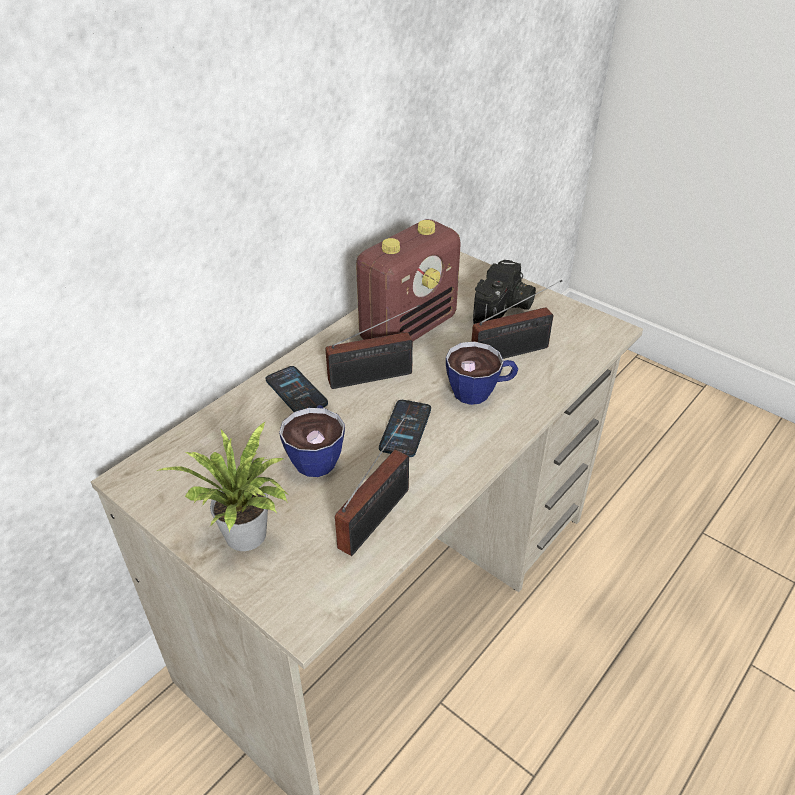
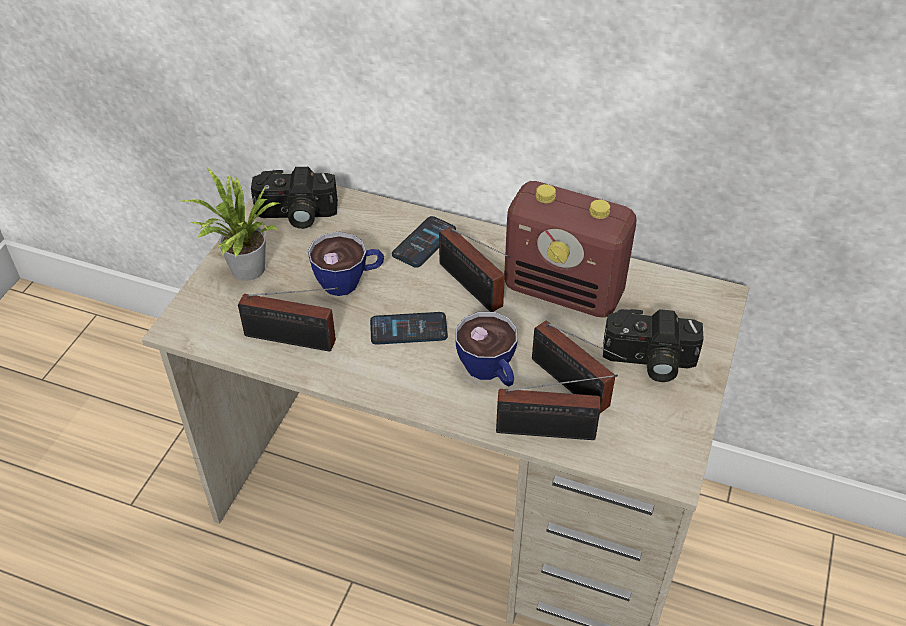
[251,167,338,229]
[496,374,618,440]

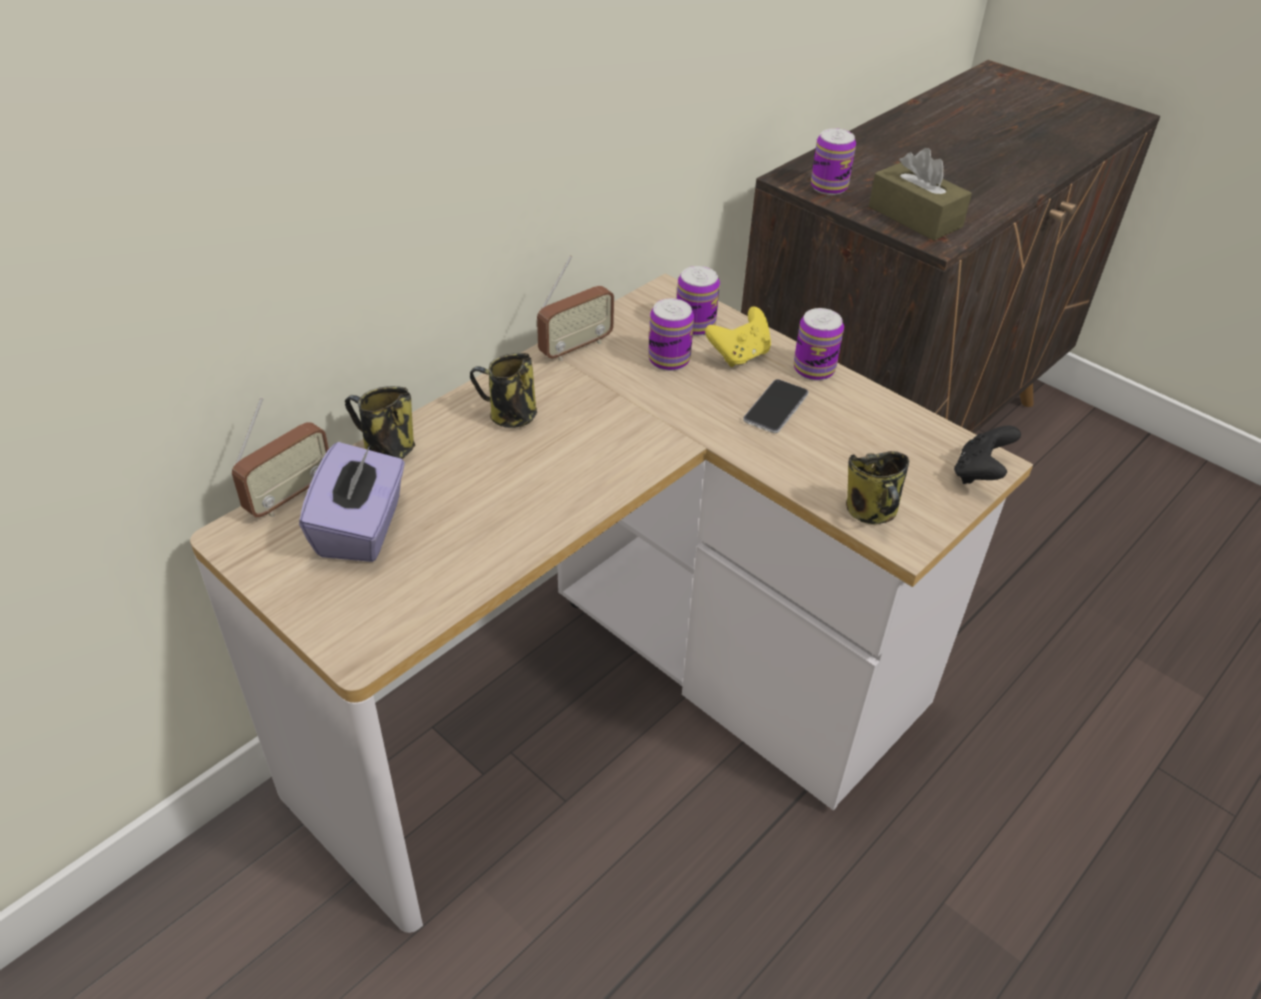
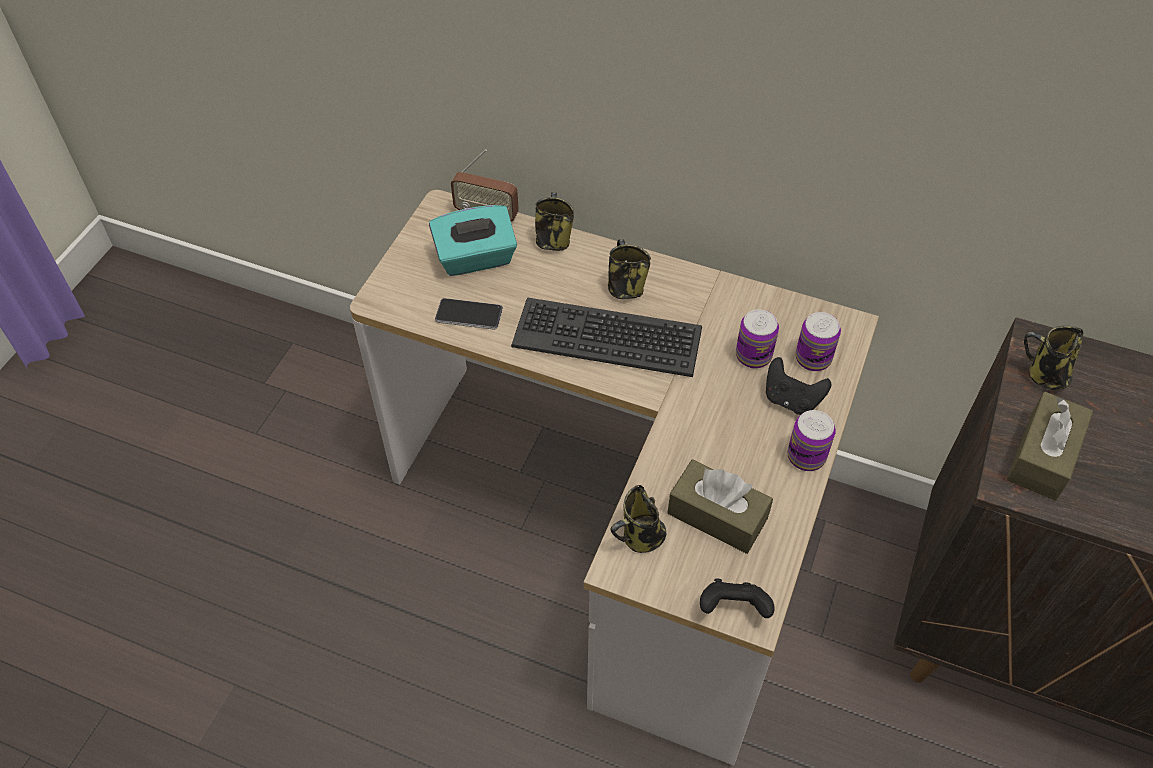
[429,205,517,276]
[537,256,614,361] (first image)
[766,357,831,415]
[435,298,503,330]
[1024,326,1083,390]
[511,297,702,377]
[668,459,773,554]

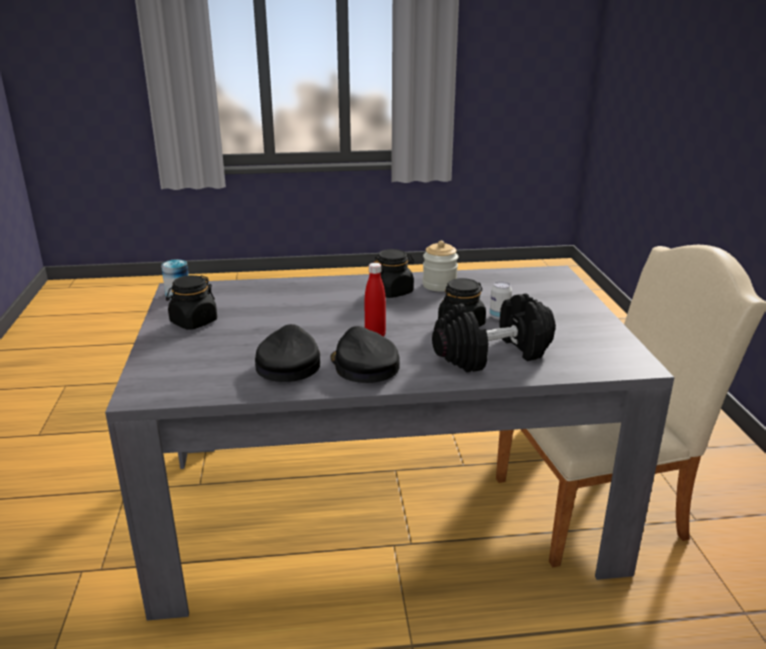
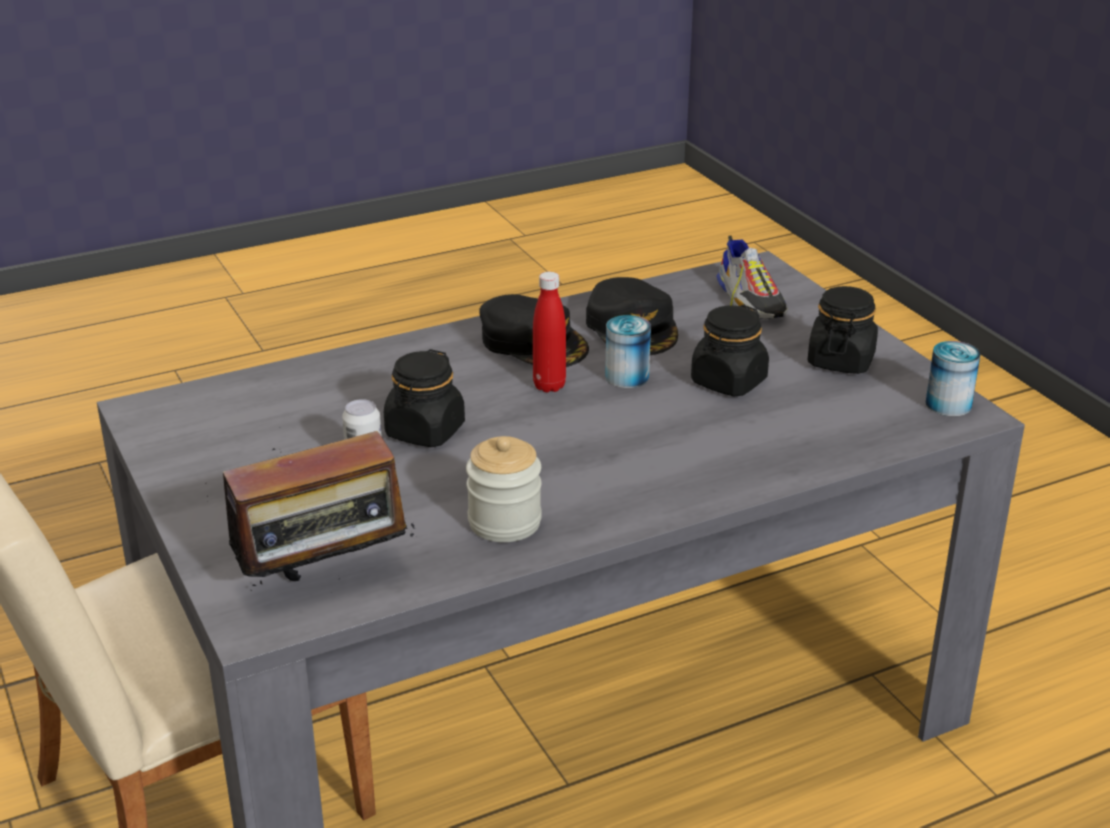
[691,305,769,396]
[432,294,556,373] (first image)
[205,427,417,593]
[605,315,651,388]
[716,236,788,319]

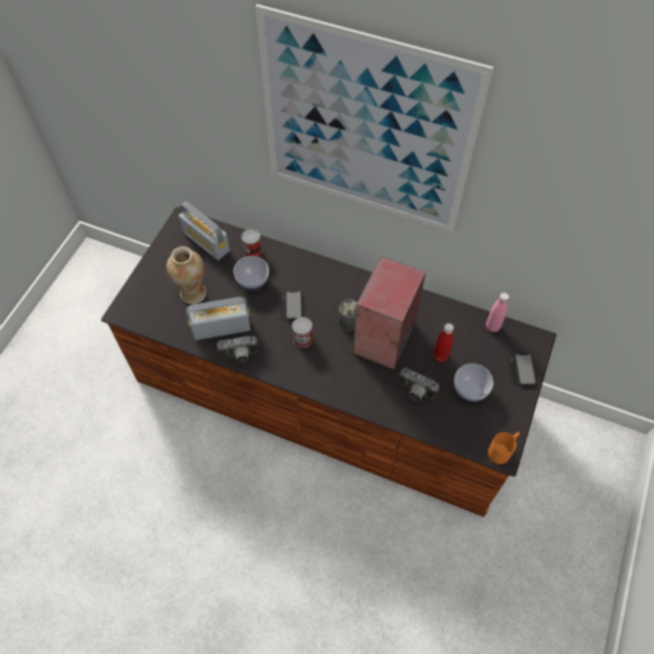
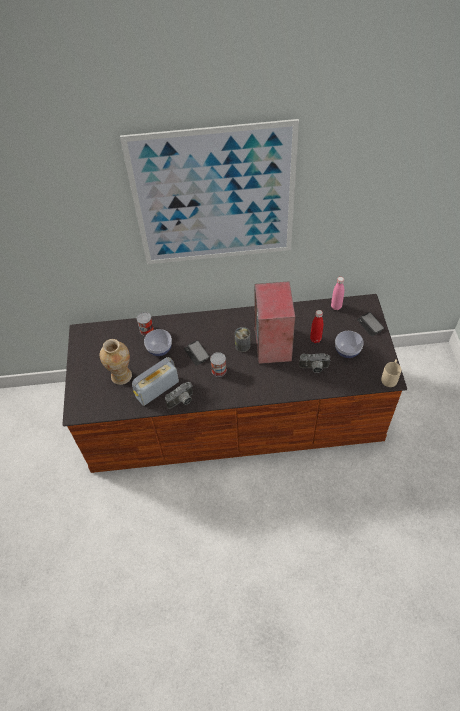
[179,201,230,260] (first image)
[381,359,401,387]

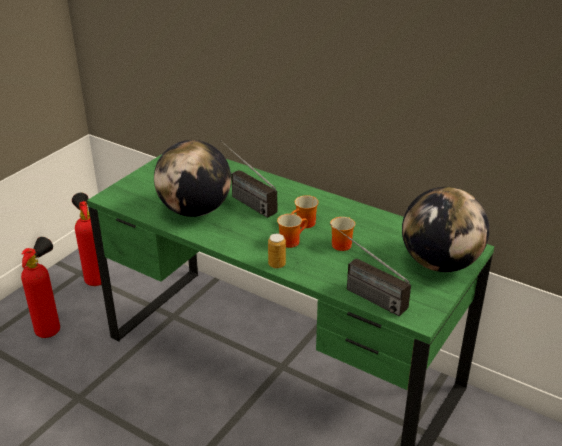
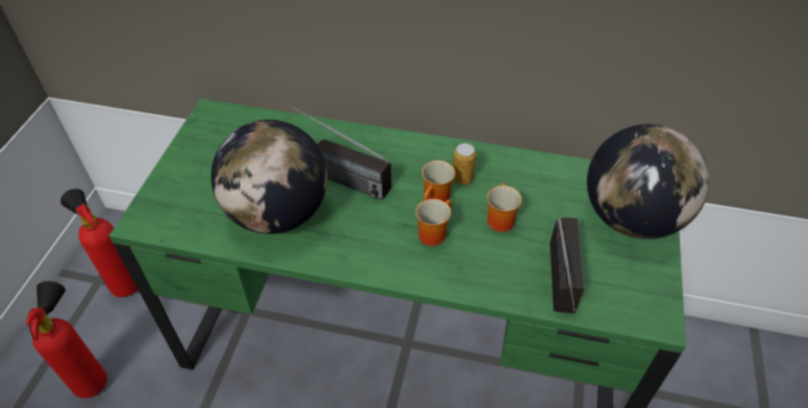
[453,143,476,185]
[550,217,584,313]

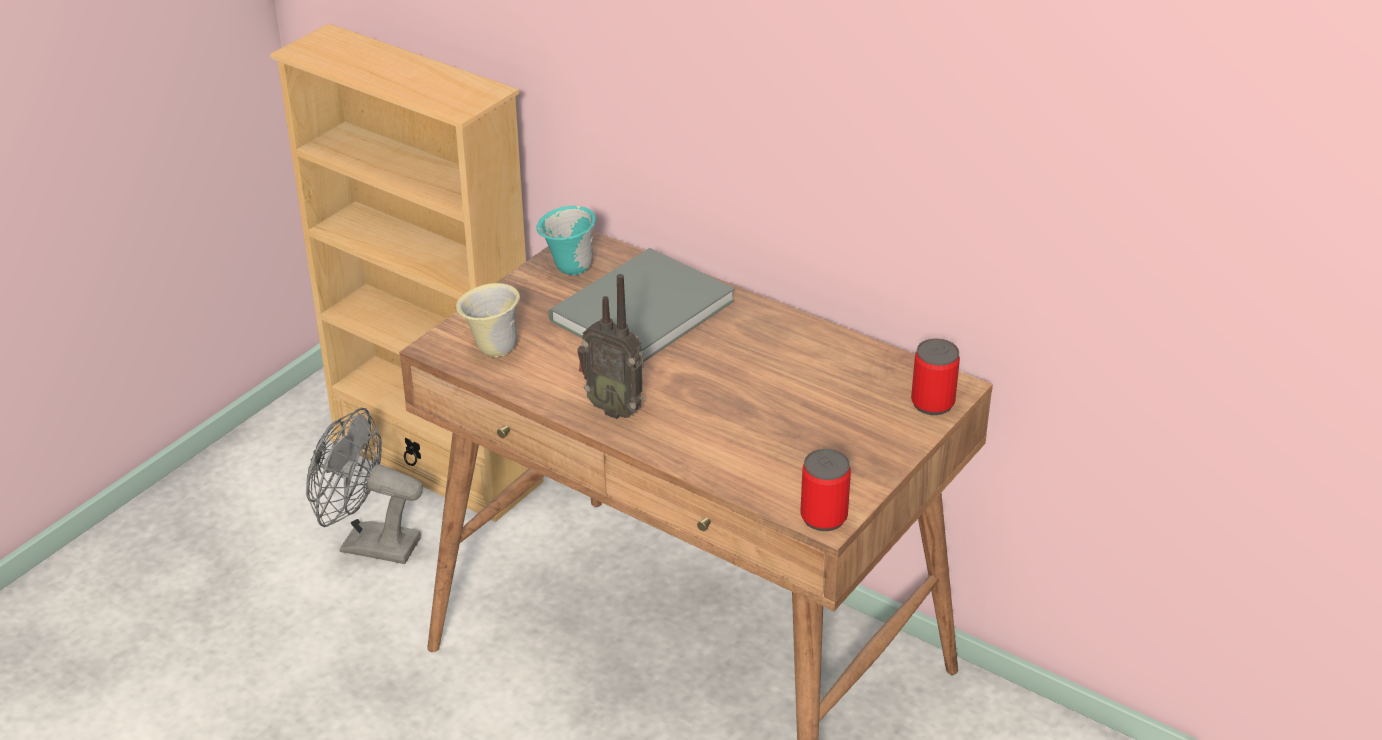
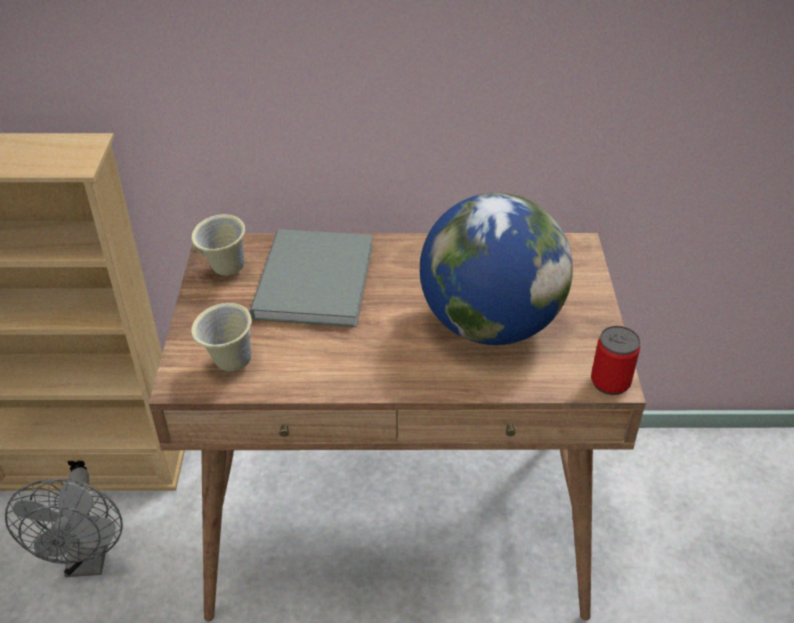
[5,467,123,577]
[191,214,245,276]
[577,274,644,419] (first image)
[911,339,960,415] (first image)
[420,193,573,345]

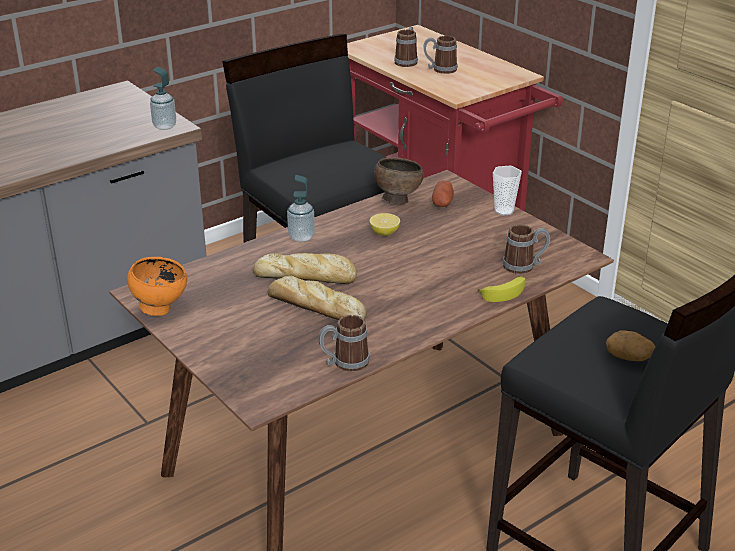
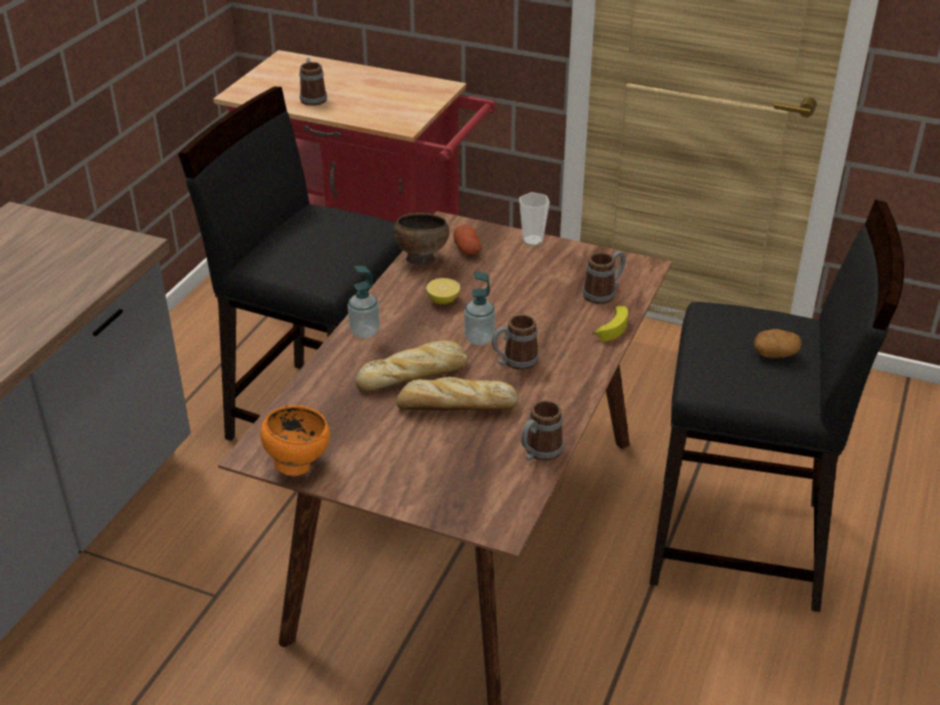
[464,271,495,345]
[492,314,539,370]

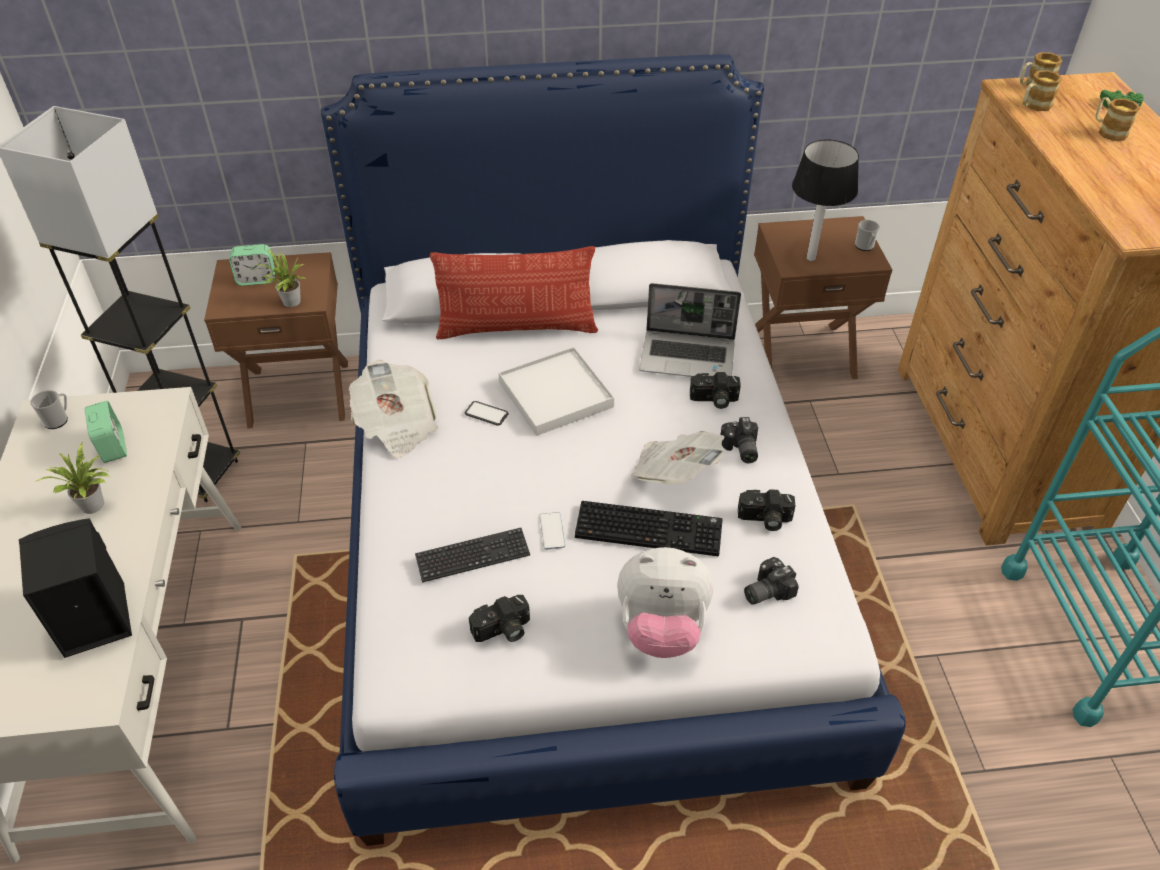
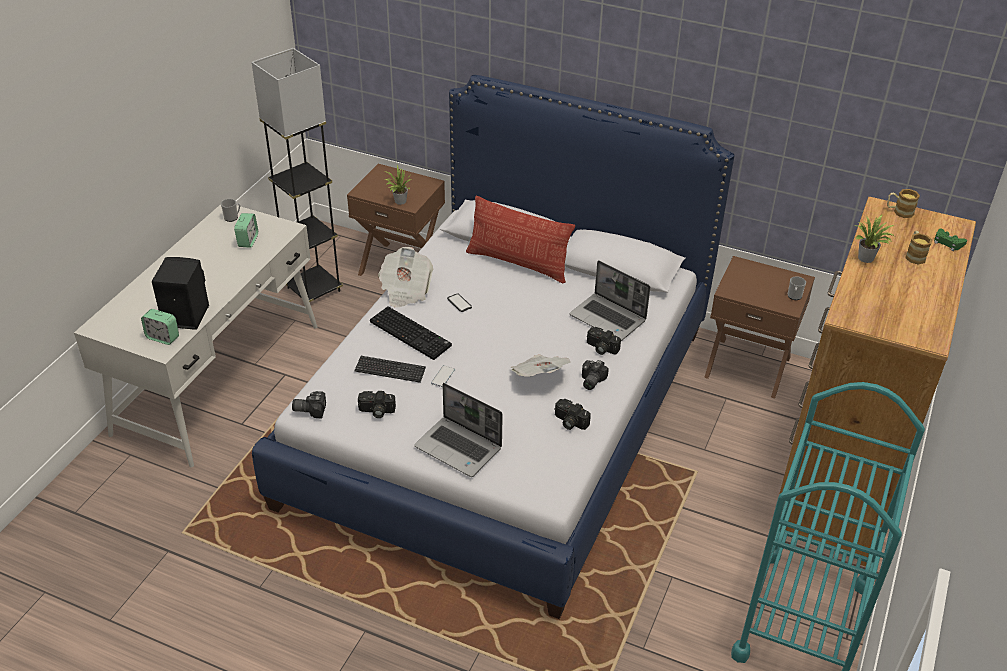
[855,215,896,263]
[141,309,179,345]
[499,347,614,436] (first image)
[370,306,452,360]
[414,383,503,477]
[292,391,326,419]
[792,140,859,261] (first image)
[1023,70,1062,111] (first image)

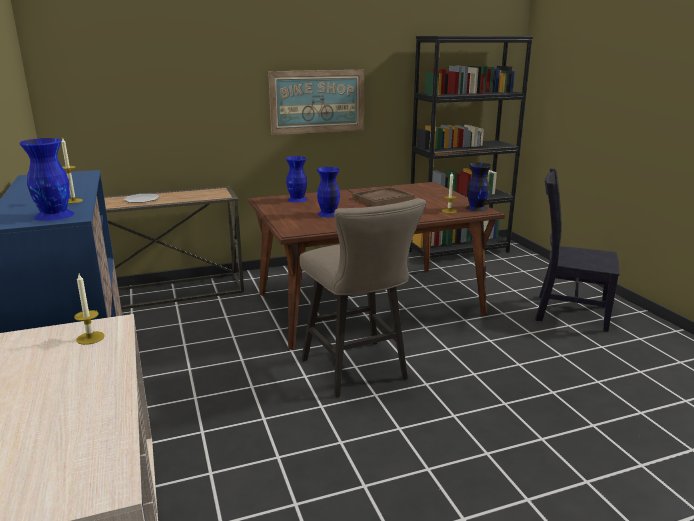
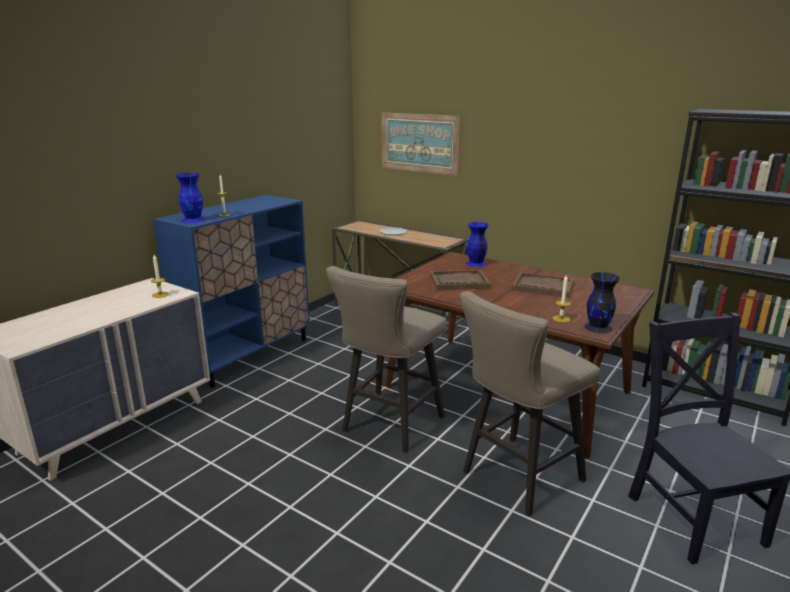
[381,112,460,176]
[430,270,491,290]
[459,291,601,516]

